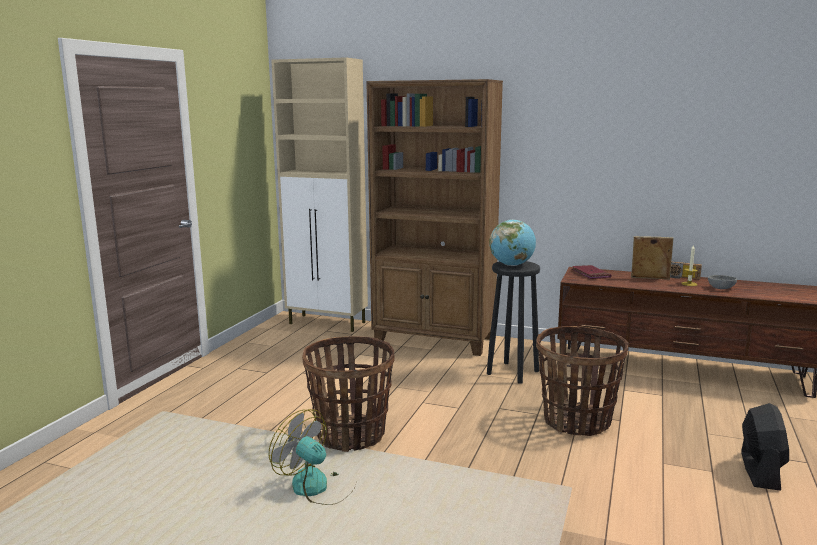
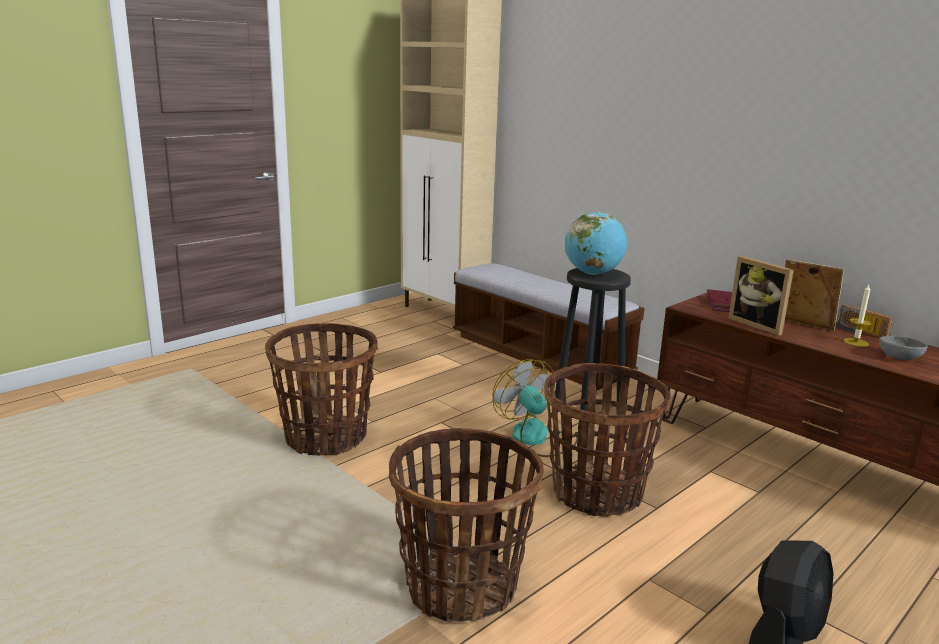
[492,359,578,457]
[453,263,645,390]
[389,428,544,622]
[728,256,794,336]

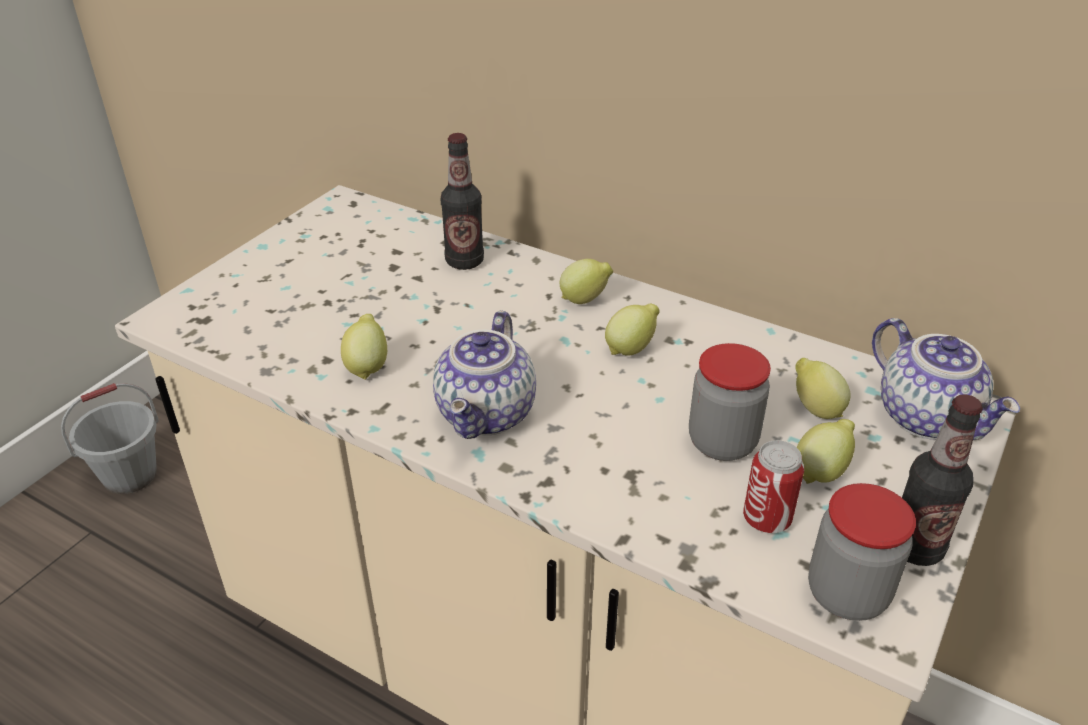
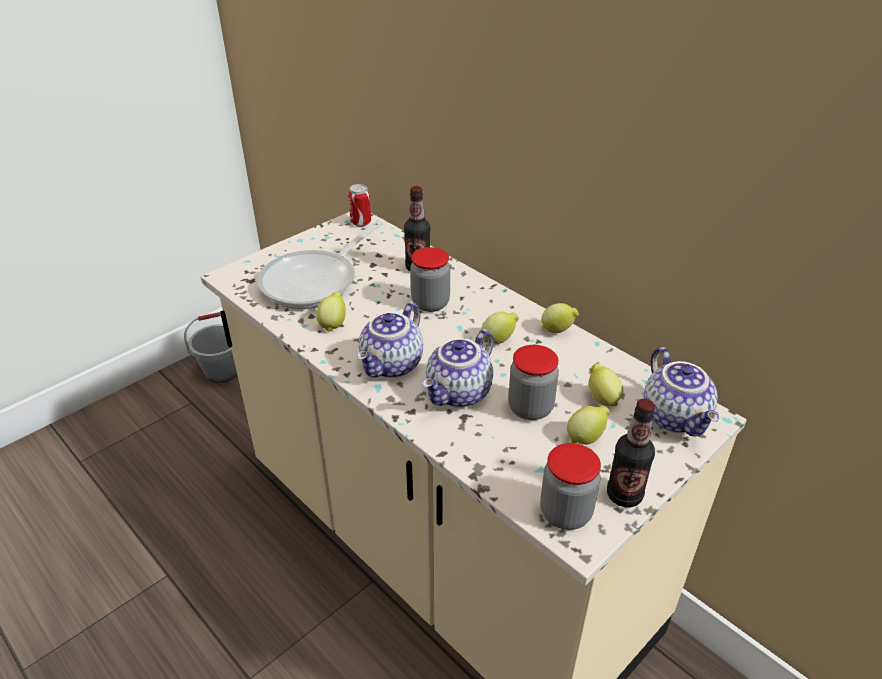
[541,303,579,333]
[348,184,371,227]
[257,220,383,309]
[410,247,450,312]
[422,329,494,407]

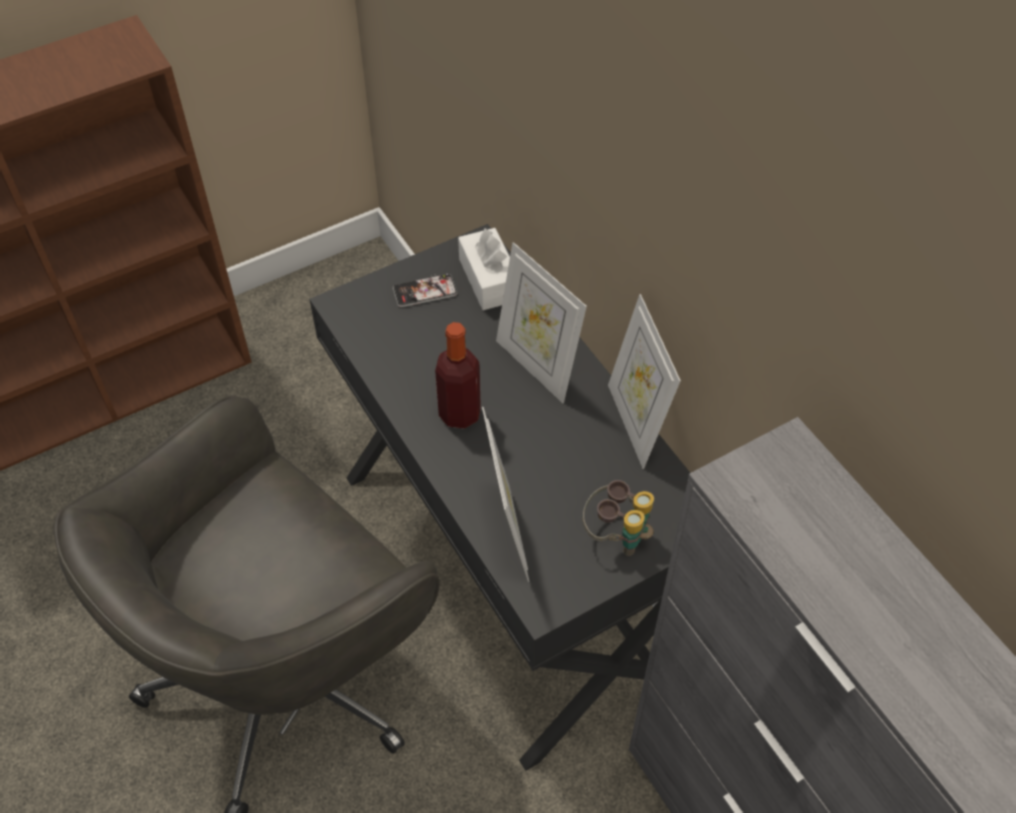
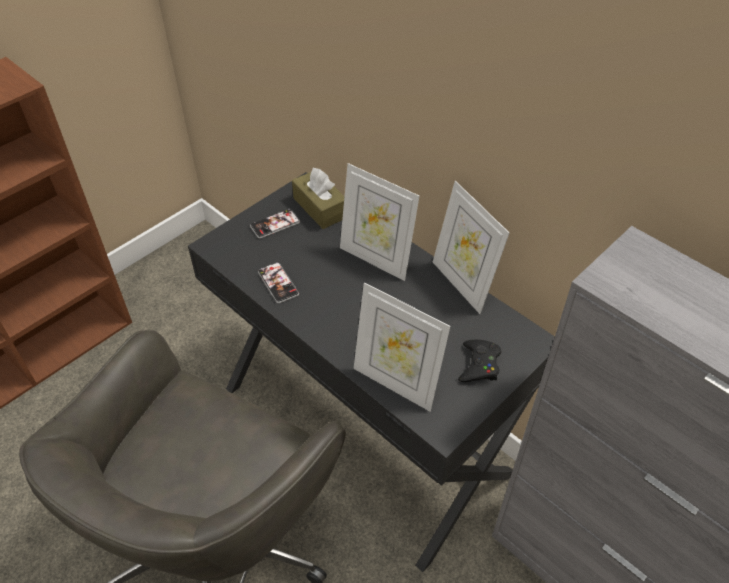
[435,322,481,429] (first image)
[292,168,345,229]
[353,282,450,412]
[458,340,501,382]
[258,263,299,303]

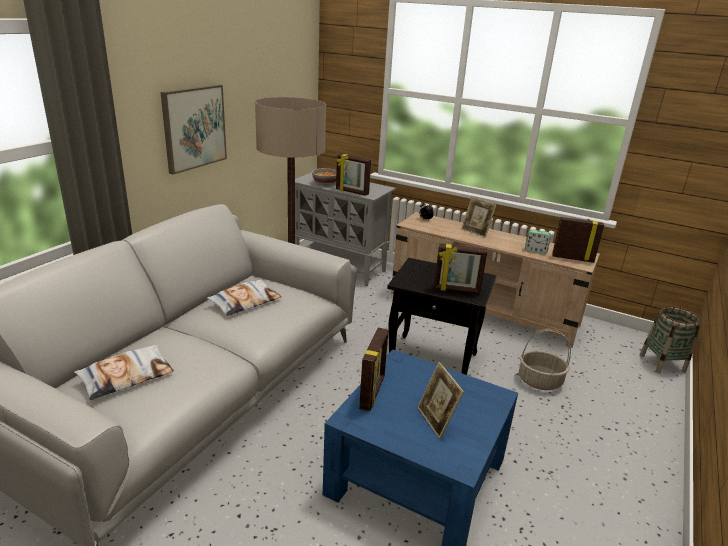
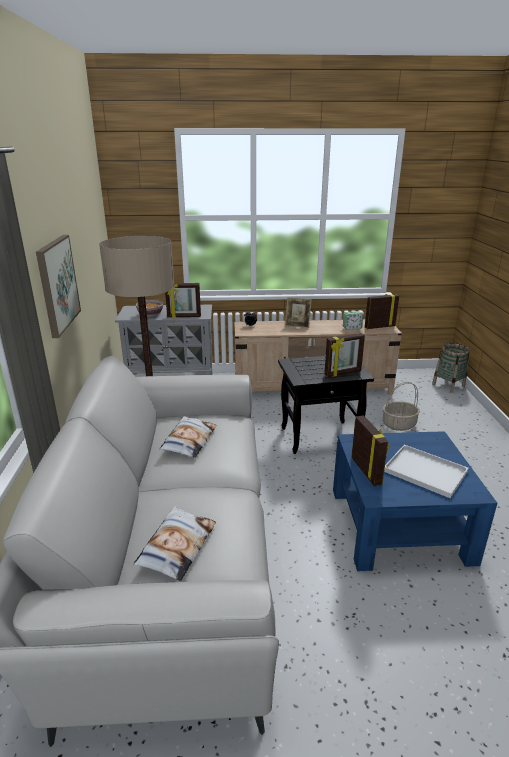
[384,445,469,498]

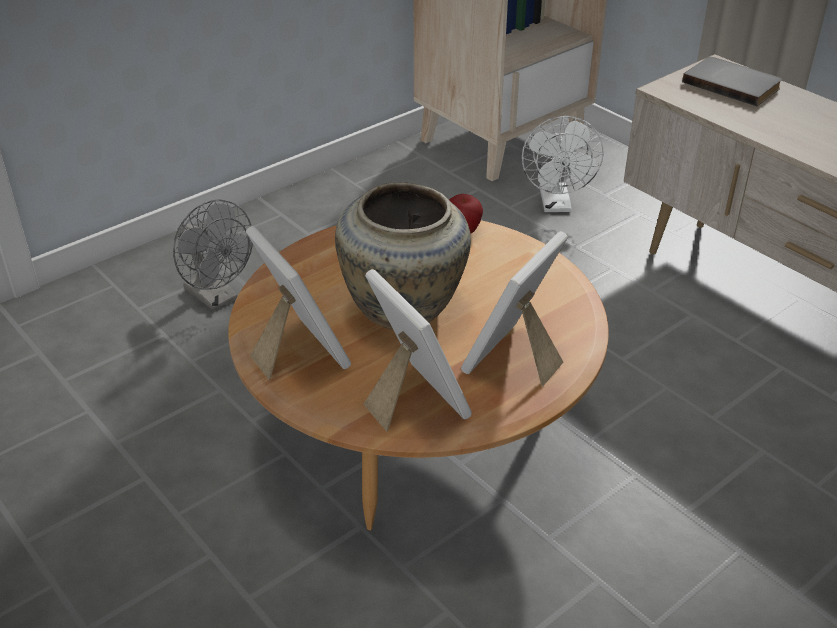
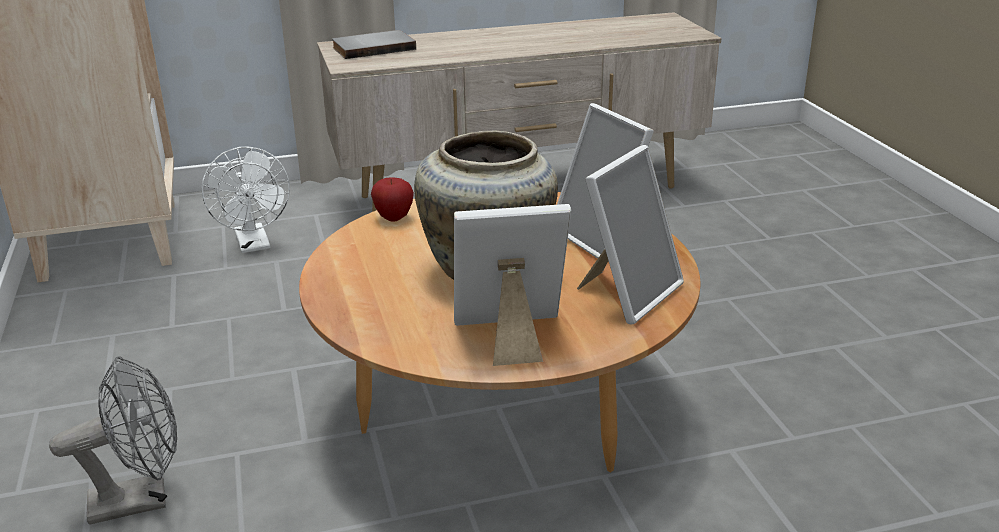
[577,145,684,324]
[202,147,290,253]

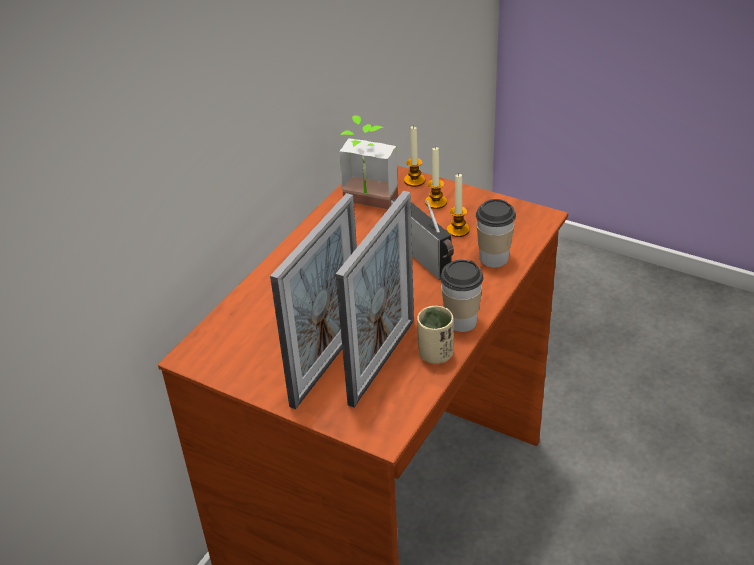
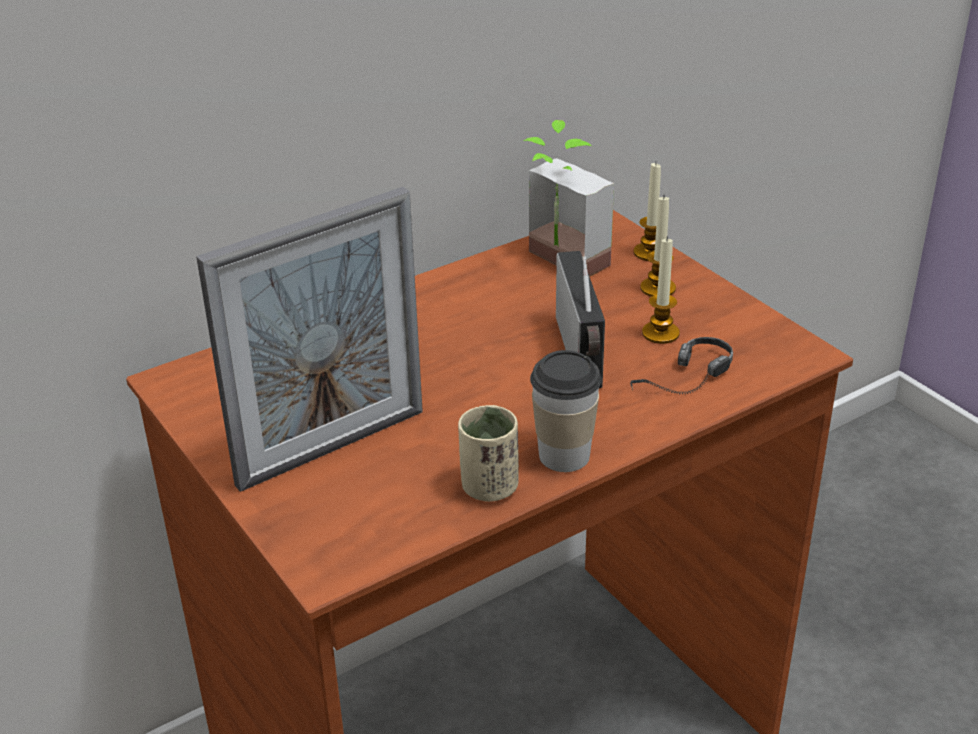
[336,191,414,407] (first image)
[630,337,733,394]

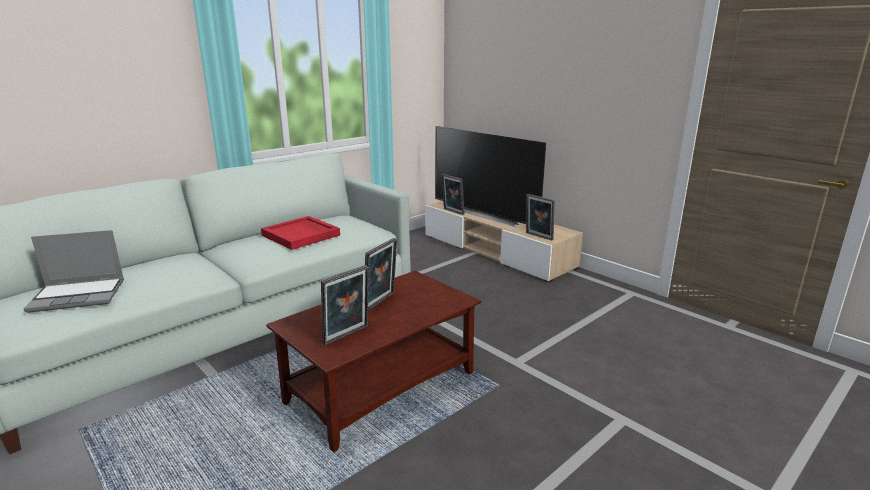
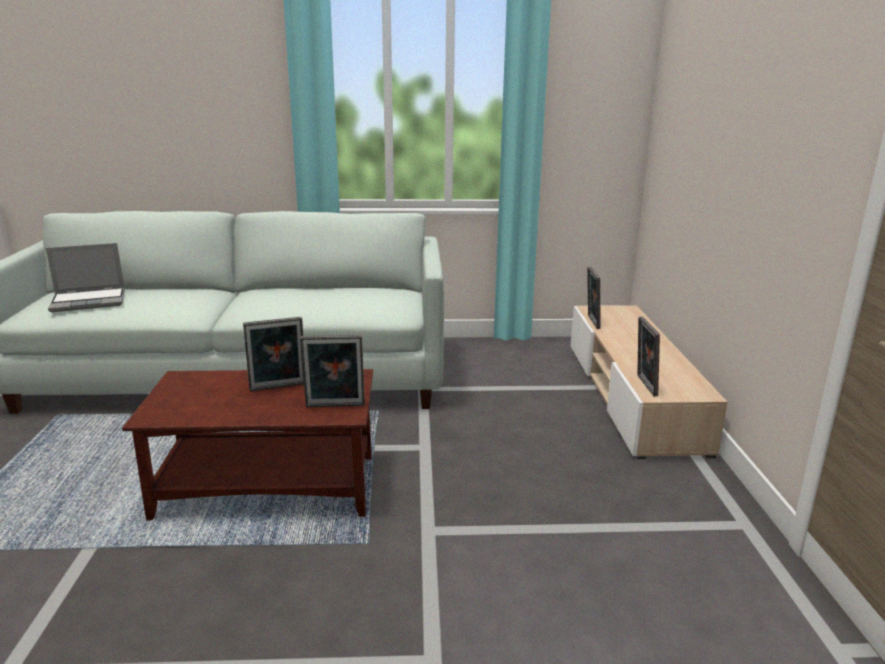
[46,243,125,312]
[261,216,340,250] (first image)
[300,335,365,407]
[435,126,546,227] (first image)

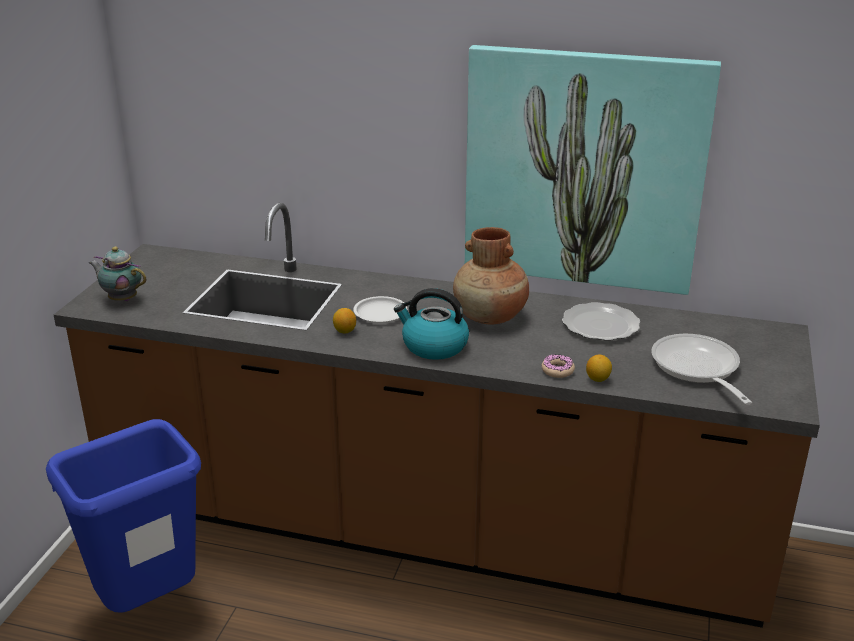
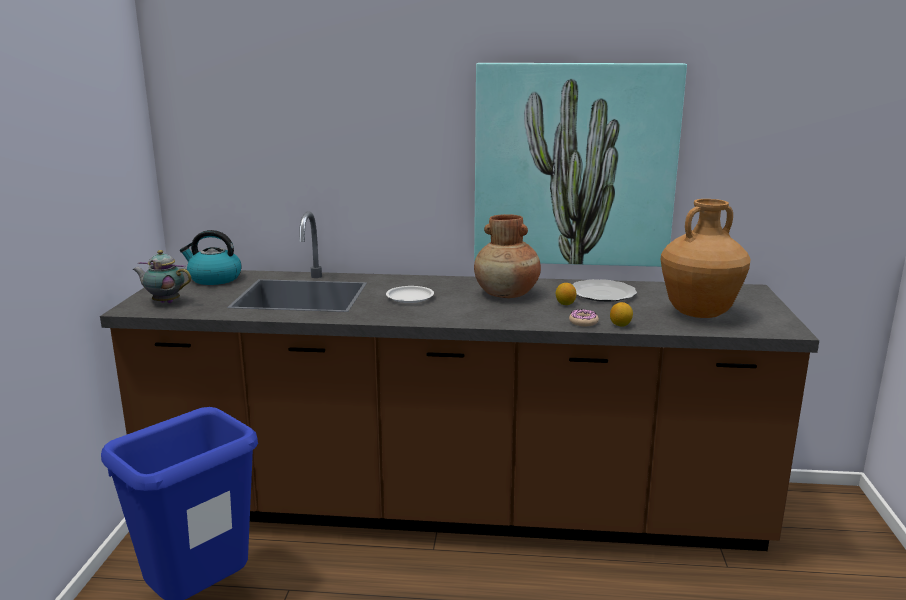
[555,283,576,305]
[180,230,241,285]
[661,199,751,318]

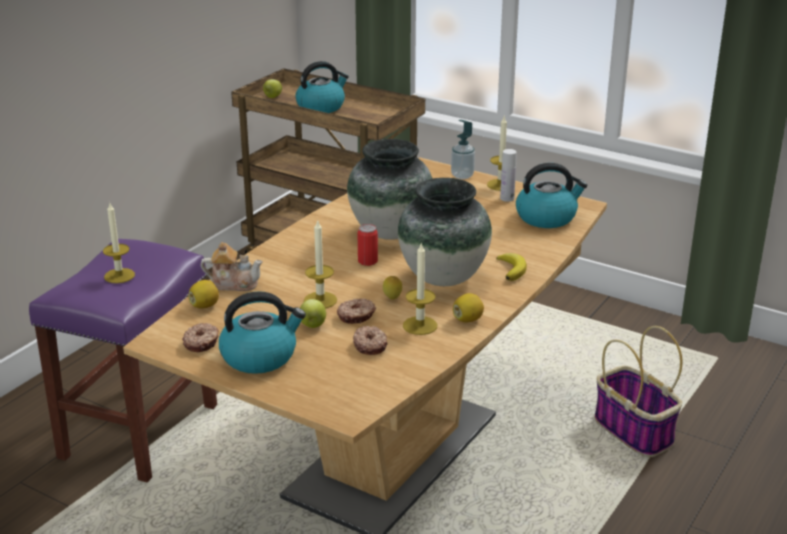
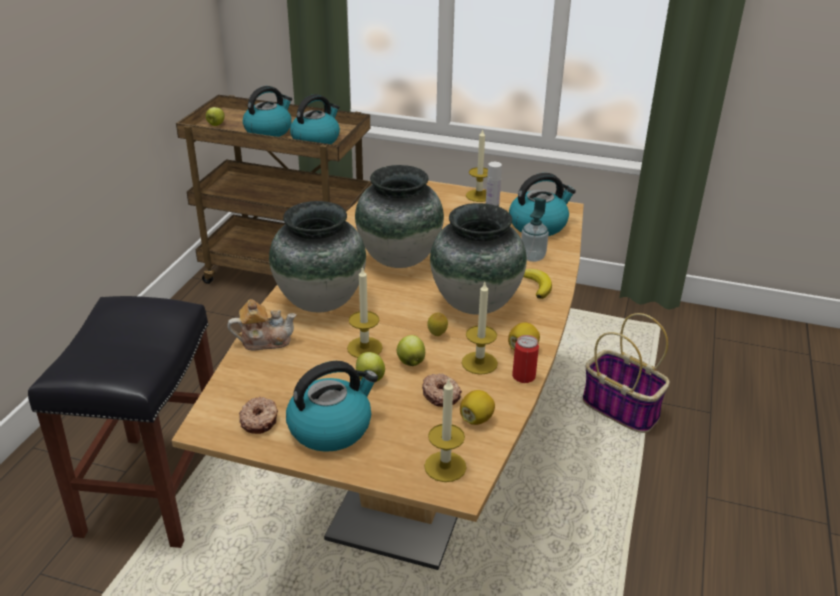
[28,296,214,548]
[424,378,466,482]
[460,390,495,425]
[397,335,425,366]
[512,335,539,383]
[521,197,549,262]
[269,201,366,313]
[290,94,340,144]

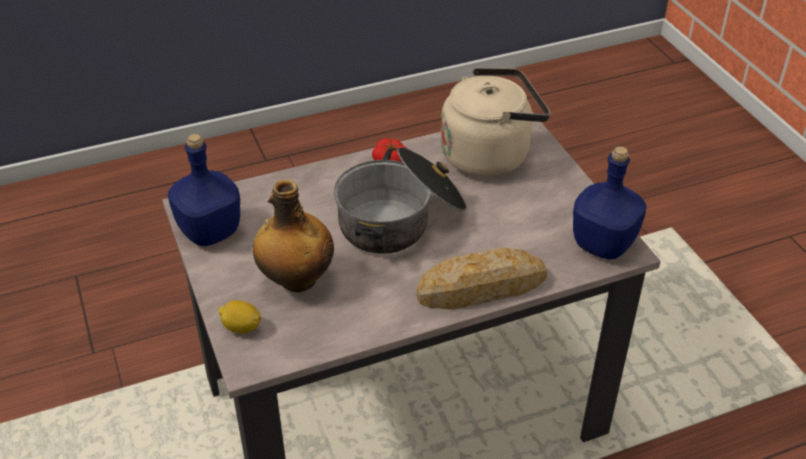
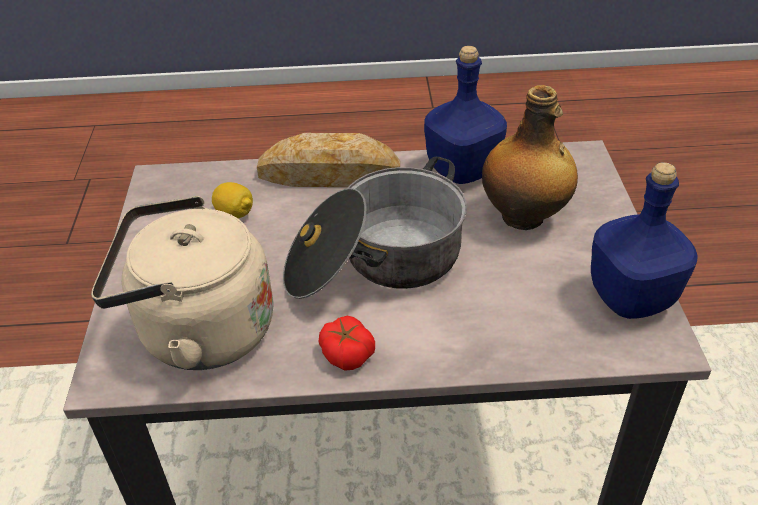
[212,182,253,219]
[424,46,507,184]

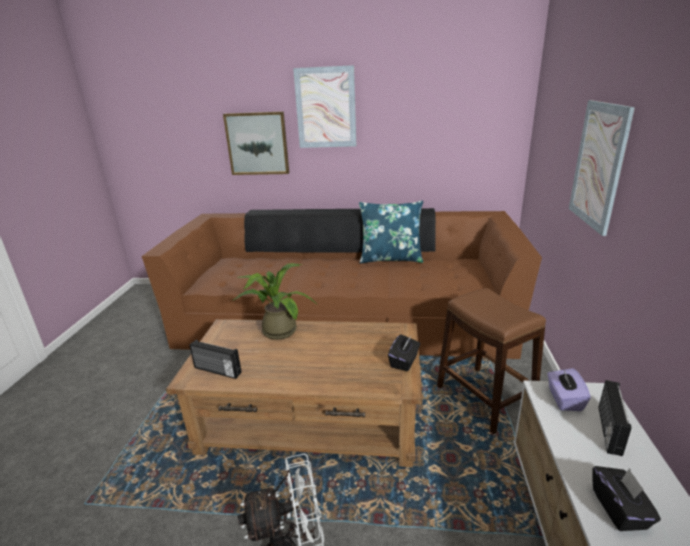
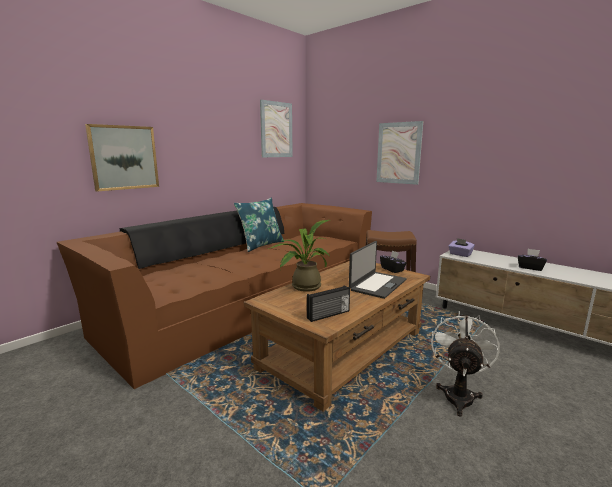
[260,100,293,157]
[598,380,632,456] (first image)
[349,241,407,299]

